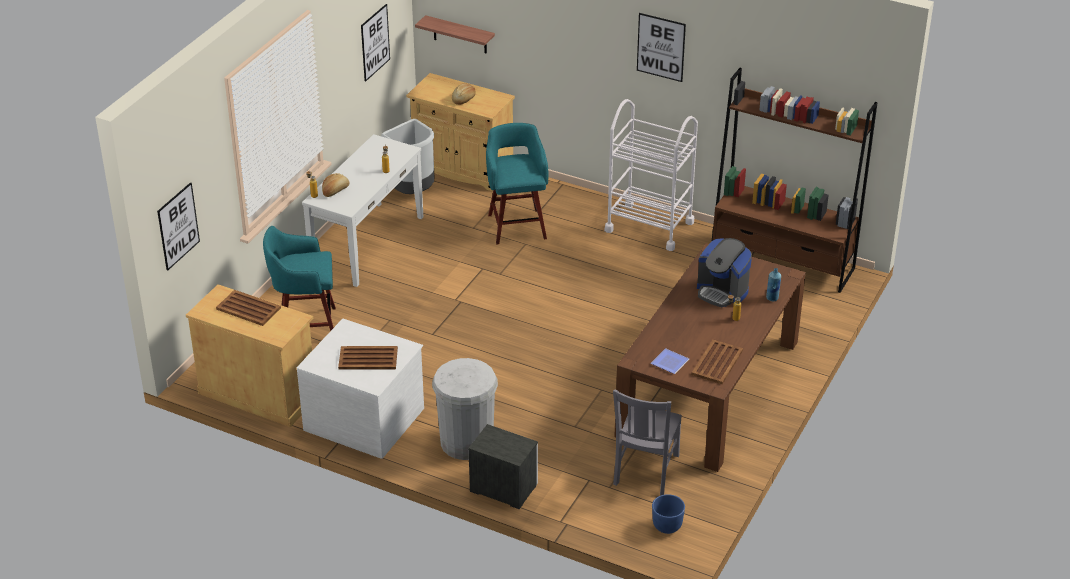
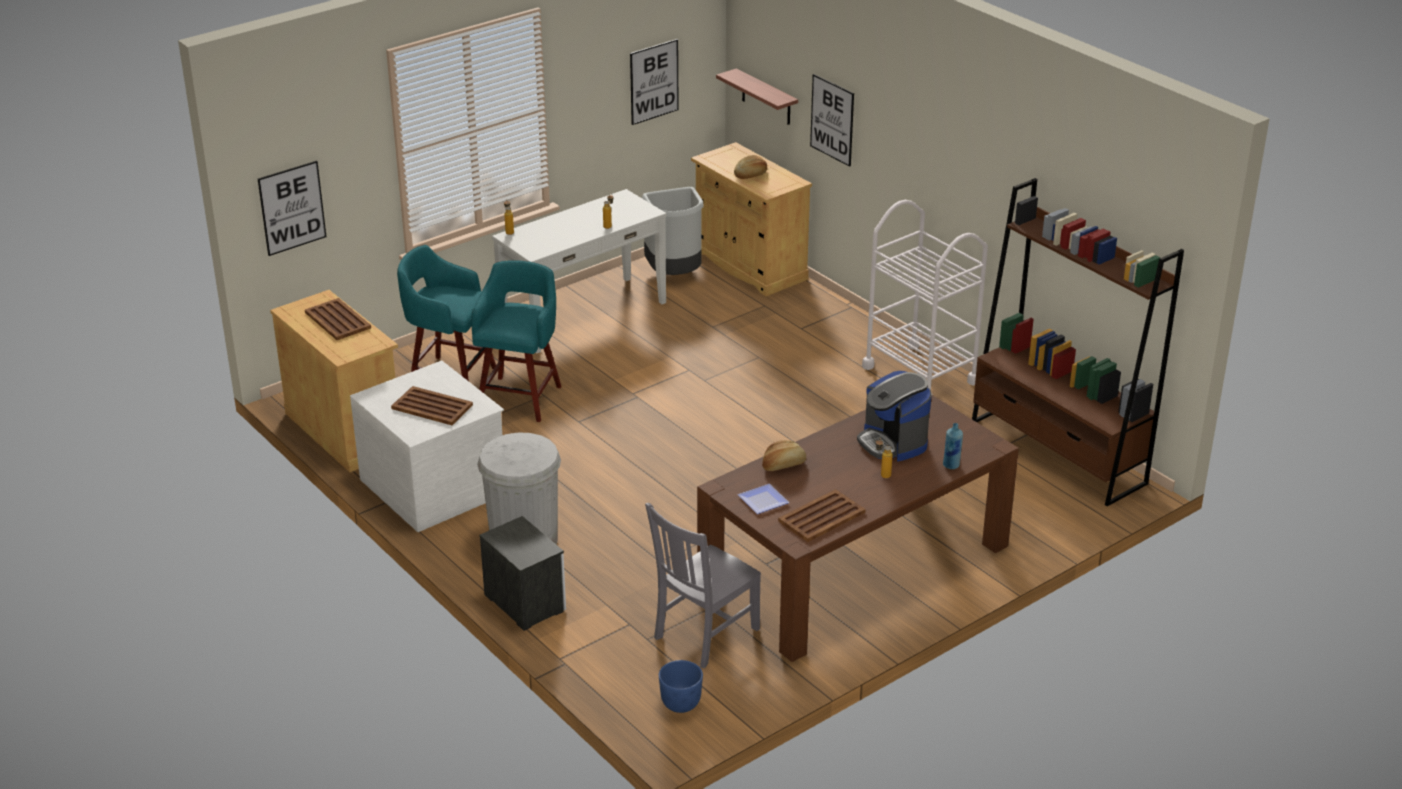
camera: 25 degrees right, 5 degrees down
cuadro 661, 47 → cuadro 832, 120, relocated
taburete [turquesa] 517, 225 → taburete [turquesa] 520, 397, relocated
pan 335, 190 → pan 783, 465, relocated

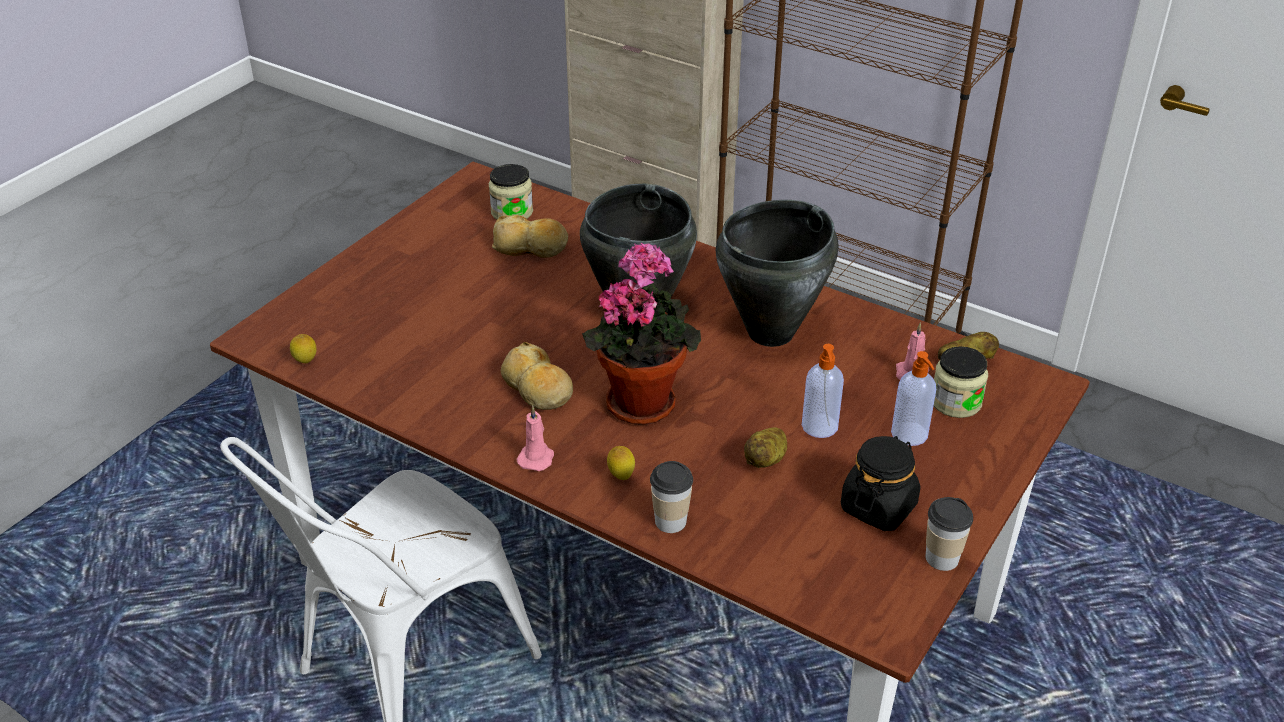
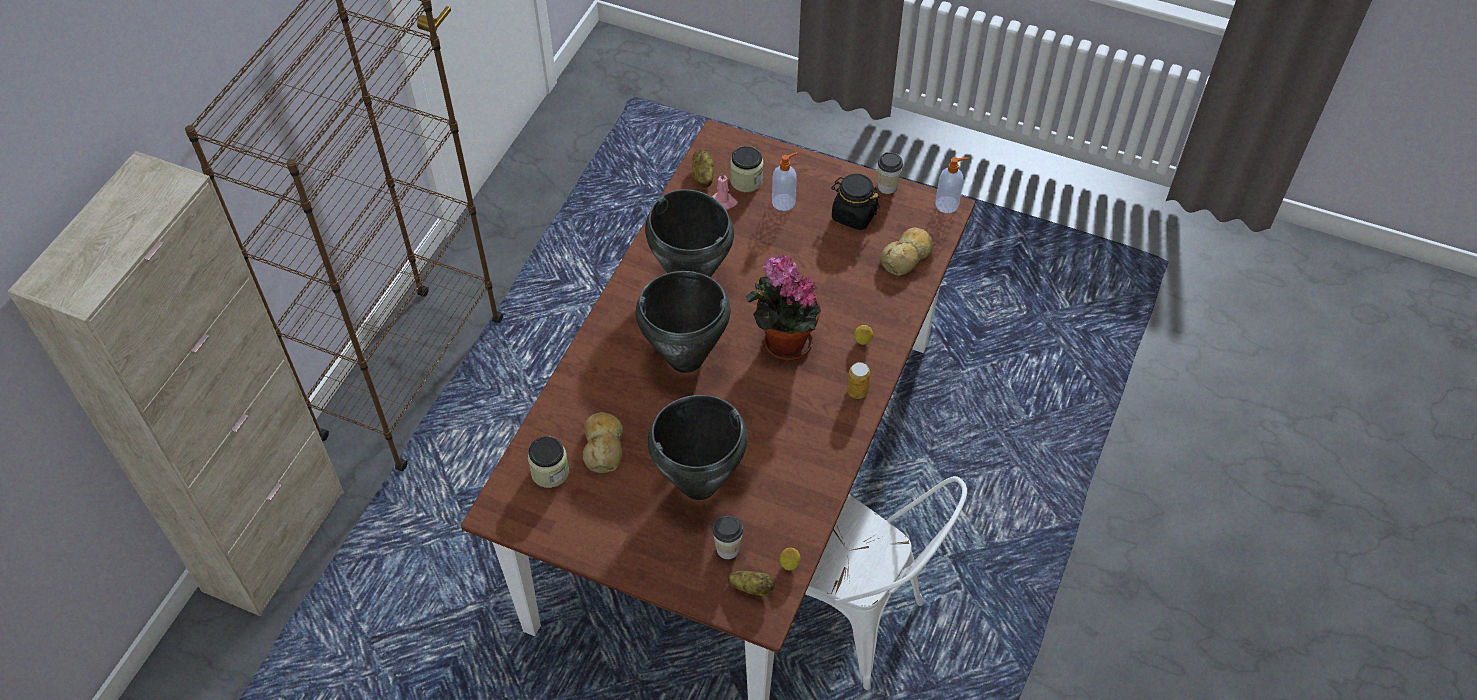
camera: 100 degrees left, 15 degrees up
pan 537, 388 → pan 907, 256, relocated
dispensador de jabón 820, 427 → dispensador de jabón 947, 204, relocated
vela [rosa] 536, 457 → lata 857, 391
patata 766, 460 → patata 751, 588, relocated
taza 670, 521 → taza 728, 549, relocated
- → olla [negro] 698, 484

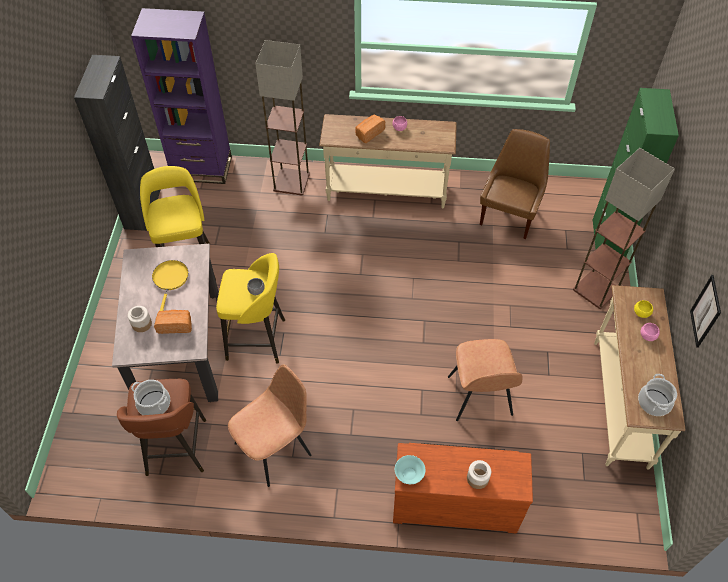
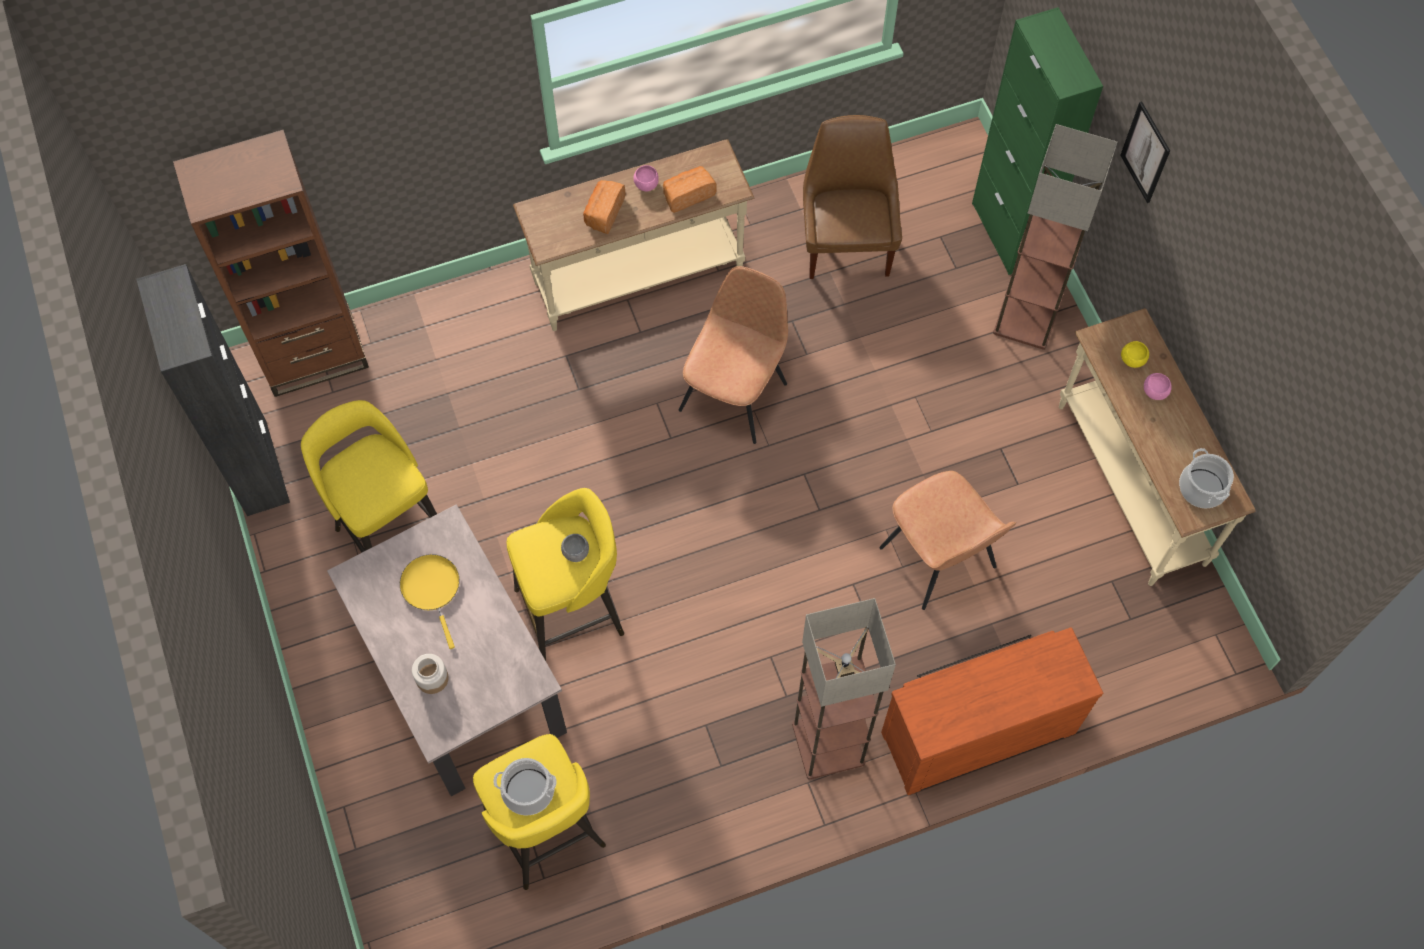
camera: 25 degrees left, 10 degrees up
estantería [morado] 202, 168 → estantería [marrón] 313, 355
lámpara de pie 291, 181 → lámpara de pie 826, 743, relocated
cuadro 705, 311 → cuadro 1145, 152, relocated
pan 175, 325 → pan 687, 194, relocated
silla [marrón] 274, 448 → silla [marrón] 734, 394, relocated
taburete [marrón] 176, 449 → taburete [amarillo] 546, 832
cuenco [turquesa] 409, 474 → -
tarro 477, 478 → -

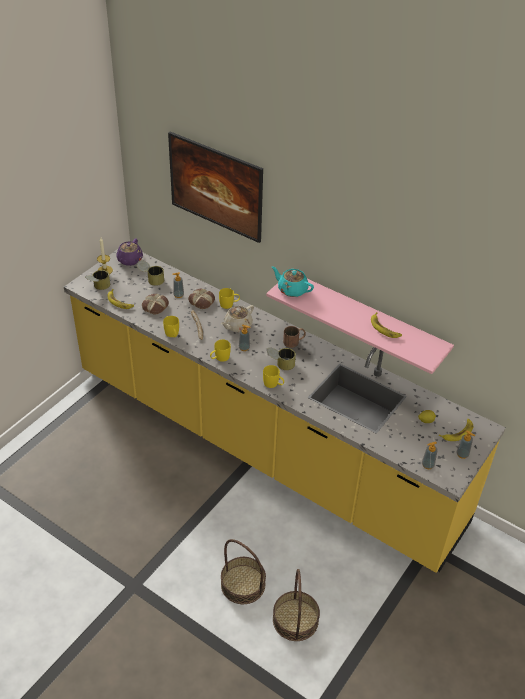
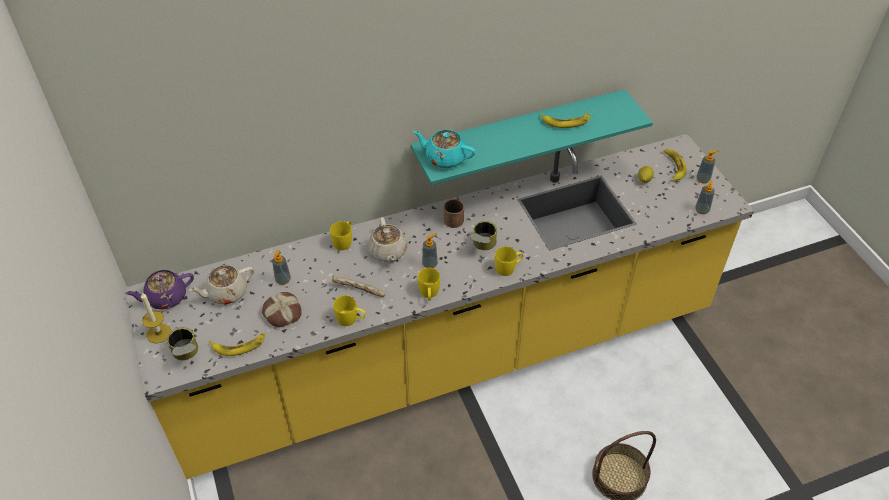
camera: 55 degrees left, 5 degrees up
cuadro 216, 204 → -
tetera [morado] 129, 260 → tetera [morado] 165, 298, 105 degrees clockwise
lata 151, 279 → tetera [beis] 226, 293
tetera [turquesa] 292, 290 → tetera [turquesa] 444, 158, 45 degrees clockwise
estante [rosa] 366, 322 → estante [turquesa] 519, 135
pan 202, 301 → -
cesta 295, 620 → -

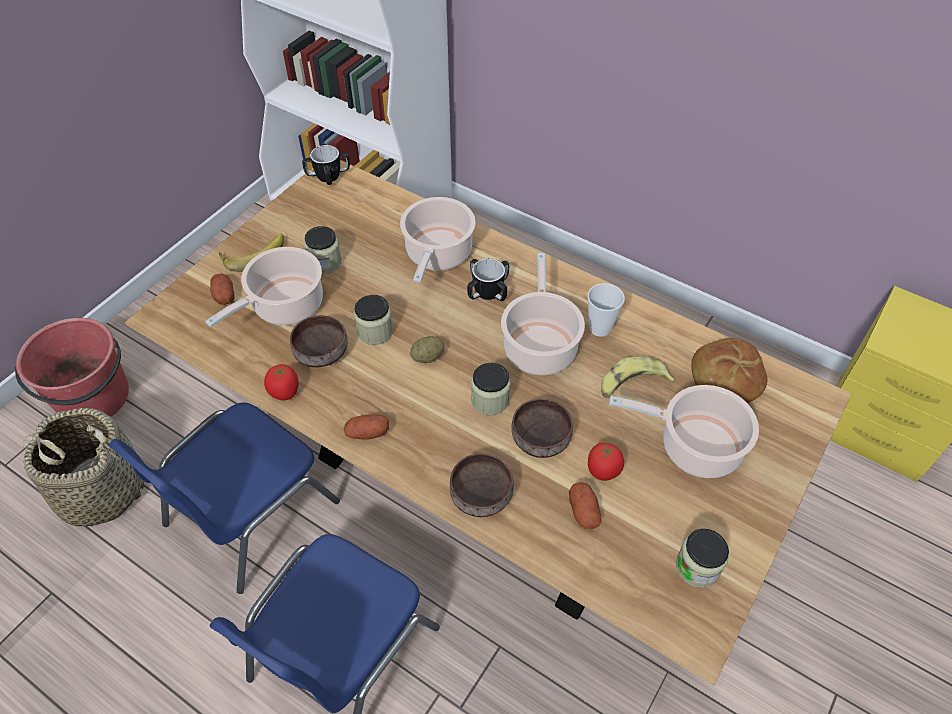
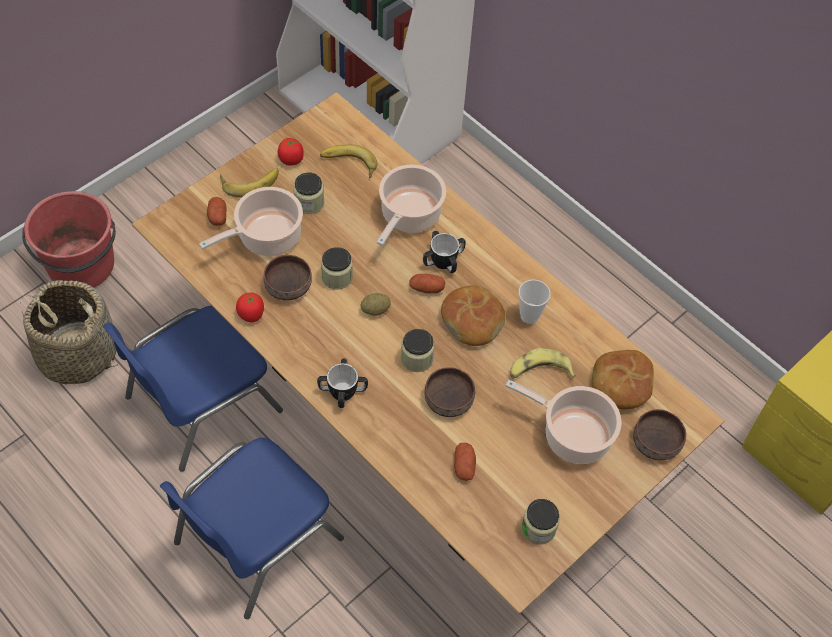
camera: 10 degrees right, 5 degrees up
taza grande 328, 176 → taza grande 342, 391, relocated
olla 540, 345 → pan 472, 320
patata 367, 433 → patata 426, 288, relocated
tomate 603, 470 → tomate 291, 160, relocated
cuenco [marrón] 479, 494 → cuenco [marrón] 655, 442, relocated
- → plátano 348, 165

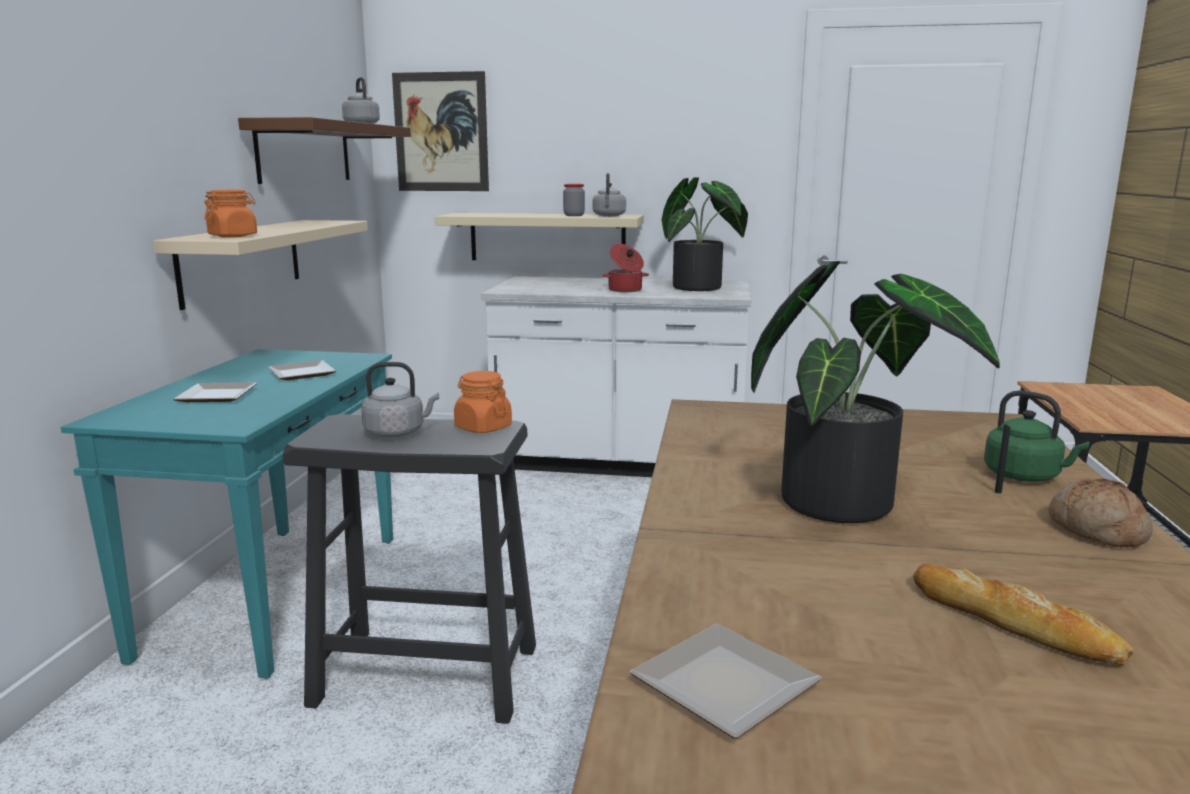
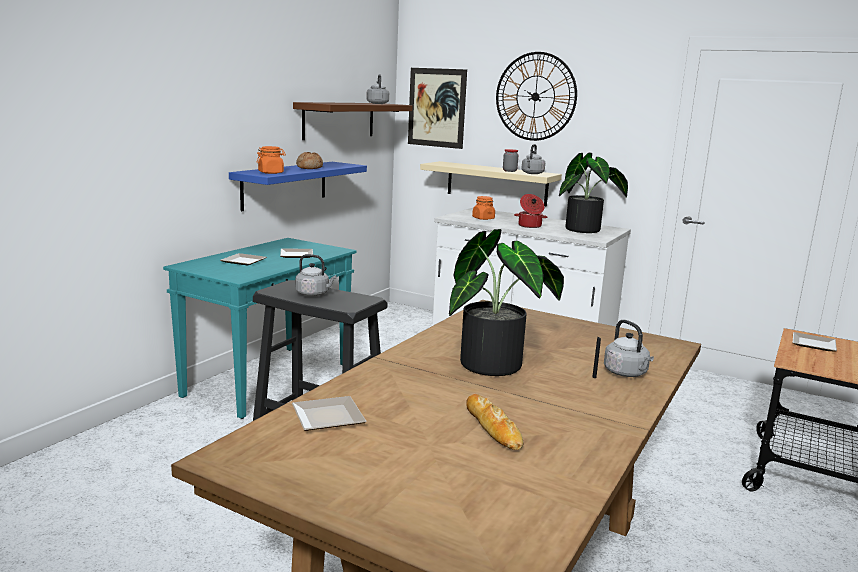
camera: 20 degrees right, 0 degrees up
estante [beis] 241, 260 → estante [azul] 285, 185
tarro [naranja] 483, 428 → tarro [naranja] 483, 218, relocated
hervidor [verde] 1025, 476 → hervidor [gris] 627, 373
pan 1095, 530 → pan 309, 167, relocated
- → reloj de pared 535, 96
- → plato 812, 344

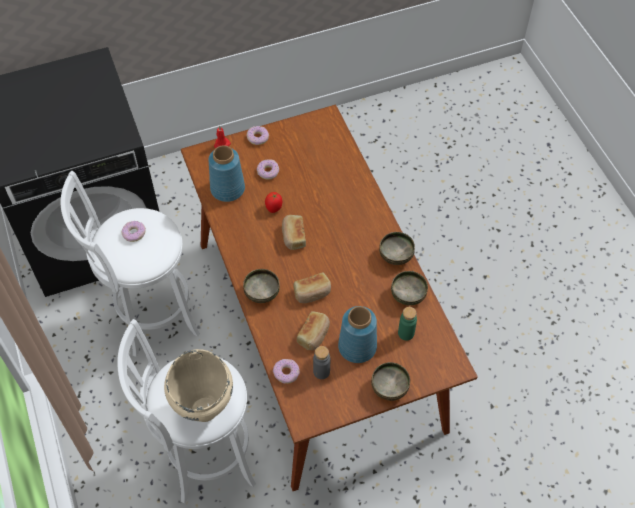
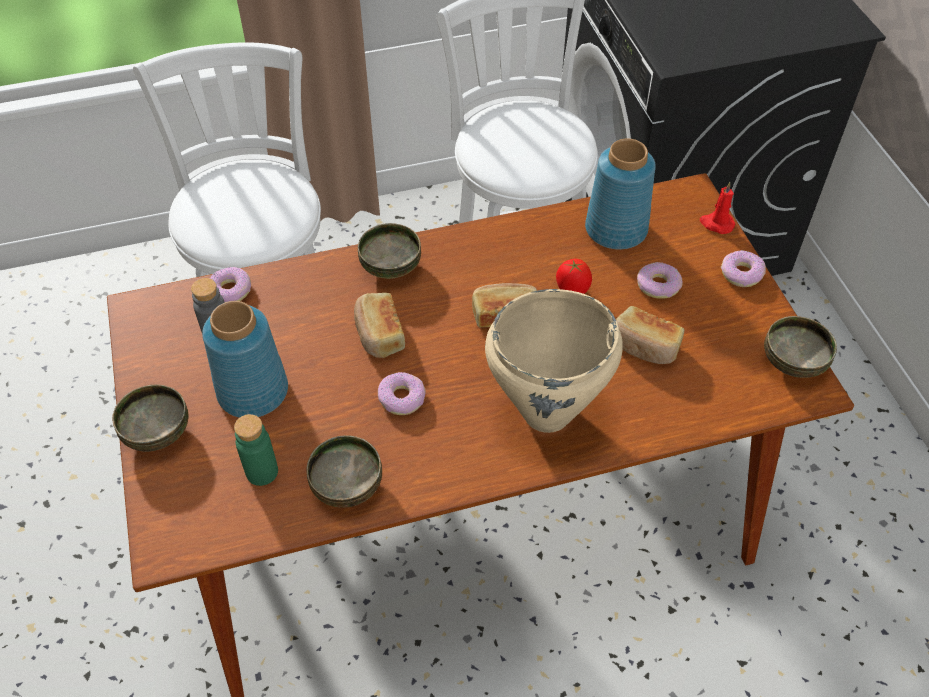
camera: 95 degrees right, 5 degrees down
rosquilla 134, 233 → rosquilla 402, 398, relocated
cuenco 396, 256 → cuenco 792, 363, relocated
pan 314, 335 → pan 645, 346, relocated
olla [beis] 205, 409 → olla [beis] 548, 413, relocated

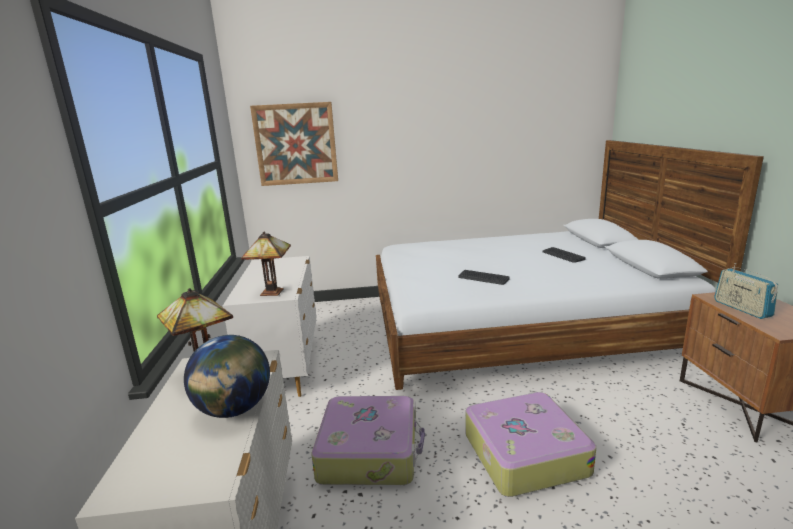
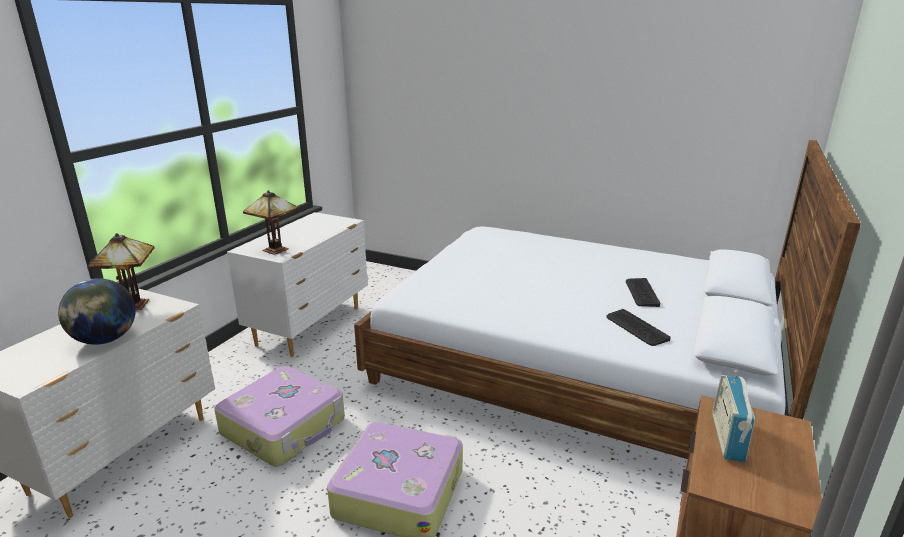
camera: 30 degrees right, 5 degrees up
cuadro 296, 144 → -
teclado 483, 278 → teclado 636, 328, relocated

